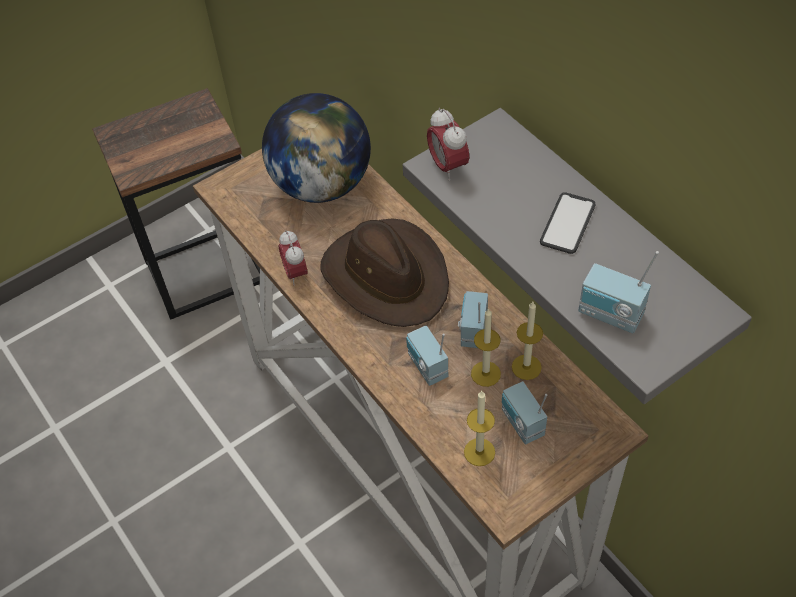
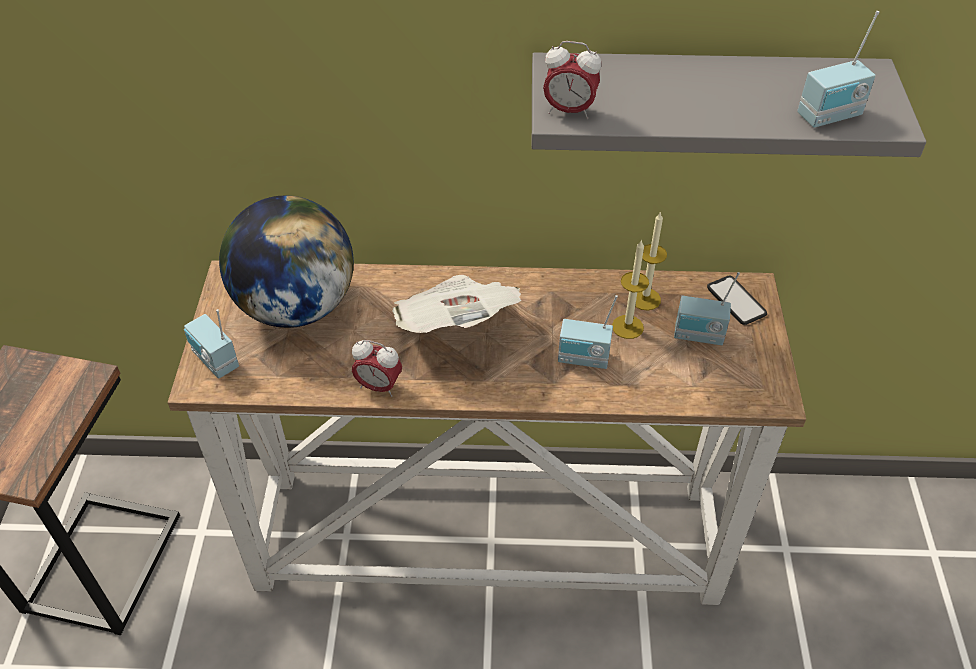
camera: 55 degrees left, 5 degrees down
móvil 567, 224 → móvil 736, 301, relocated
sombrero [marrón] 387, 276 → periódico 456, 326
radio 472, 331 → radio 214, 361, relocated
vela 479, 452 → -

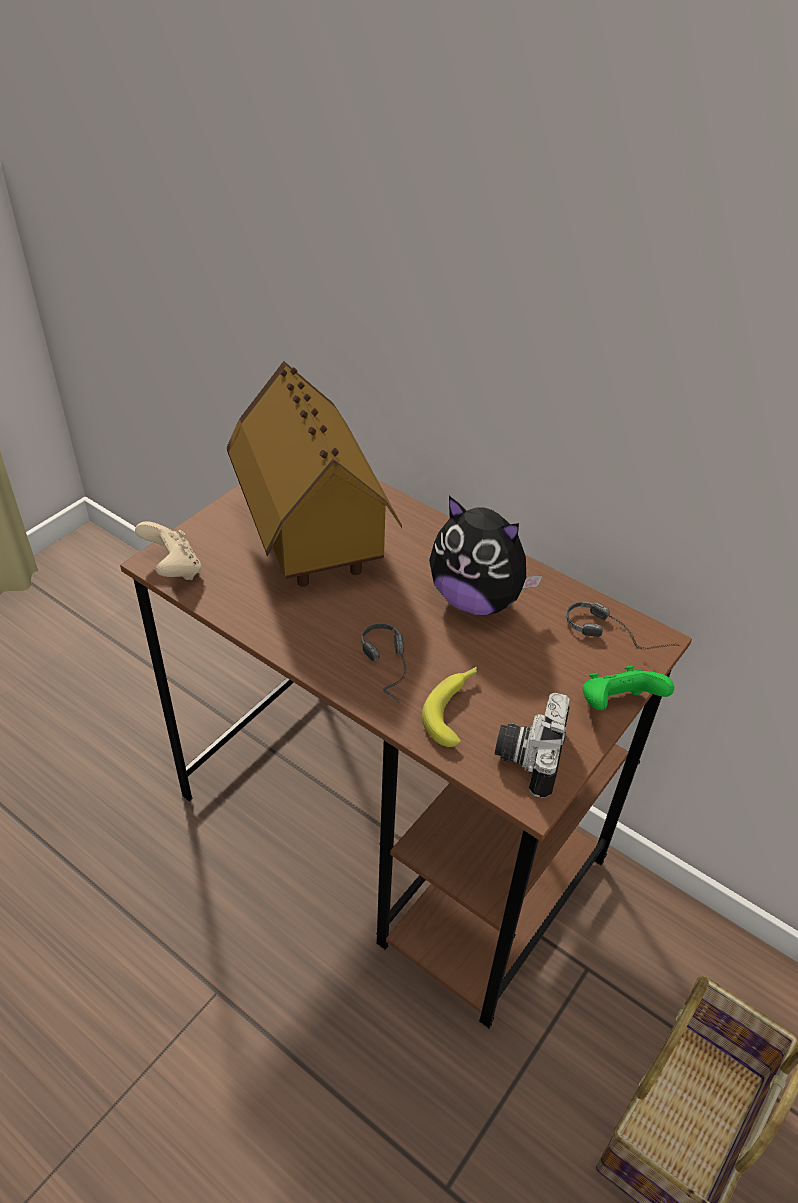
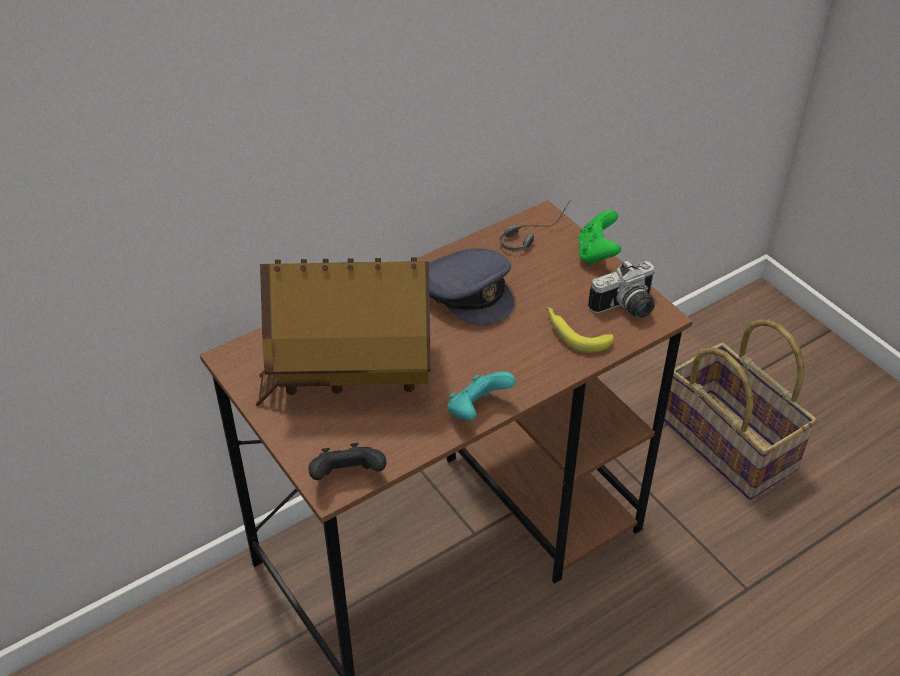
camera: 70 degrees left, 0 degrees up
peluche 476, 599 → gorra [gris] 467, 293
mando de consola [beis] 173, 569 → mando de consola [negro] 348, 477
auriculares 393, 673 → -
cámara 527, 755 → cámara 626, 308, 60 degrees counterclockwise
- → mando de consola [turquesa] 477, 410

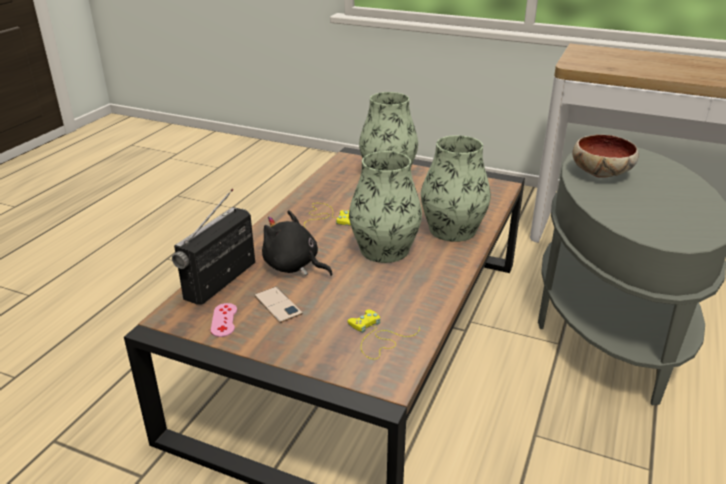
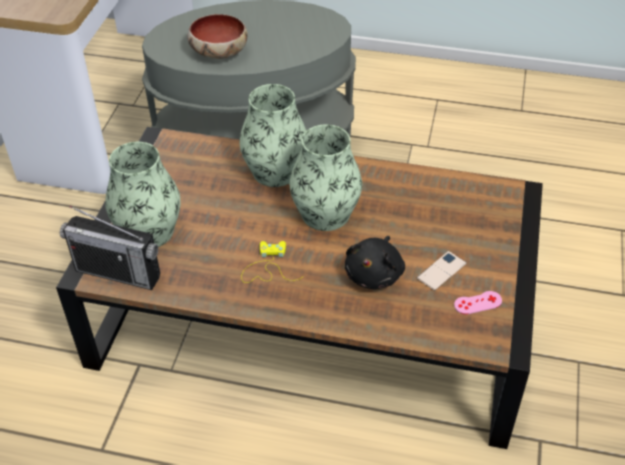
camera: 100 degrees left, 15 degrees up
radio 221, 280 → radio 118, 273, relocated
mando de consola [amarillo] 377, 337 → -

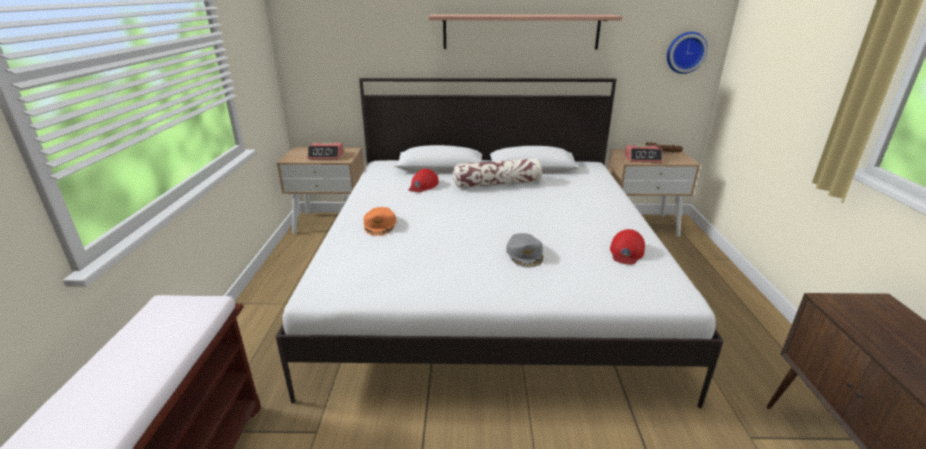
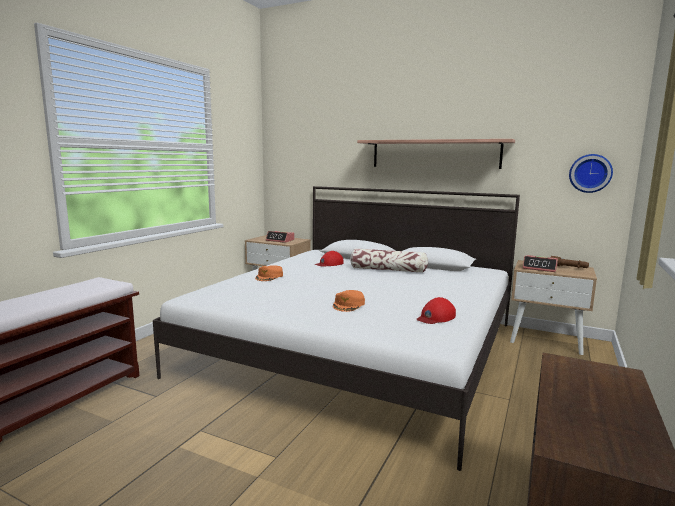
camera: 25 degrees right, 15 degrees down
gorra [gris] 525, 254 → gorra [naranja] 349, 305

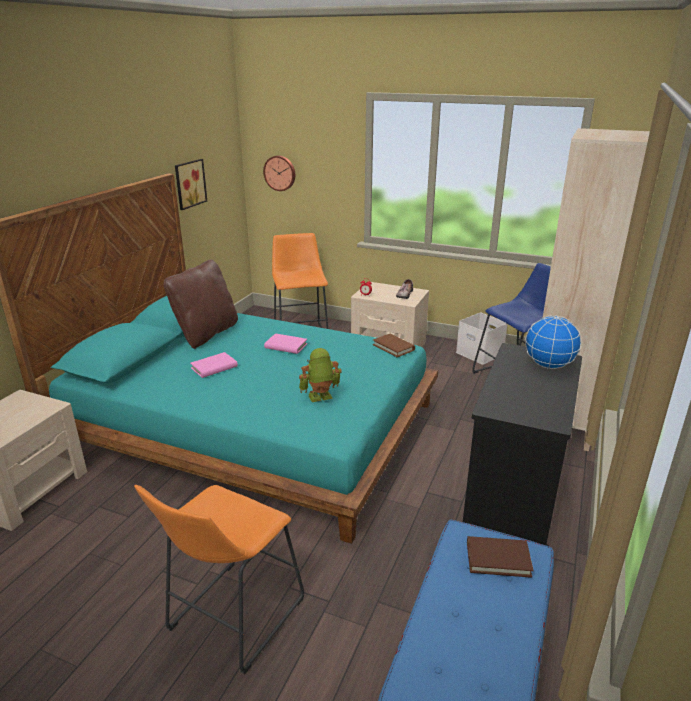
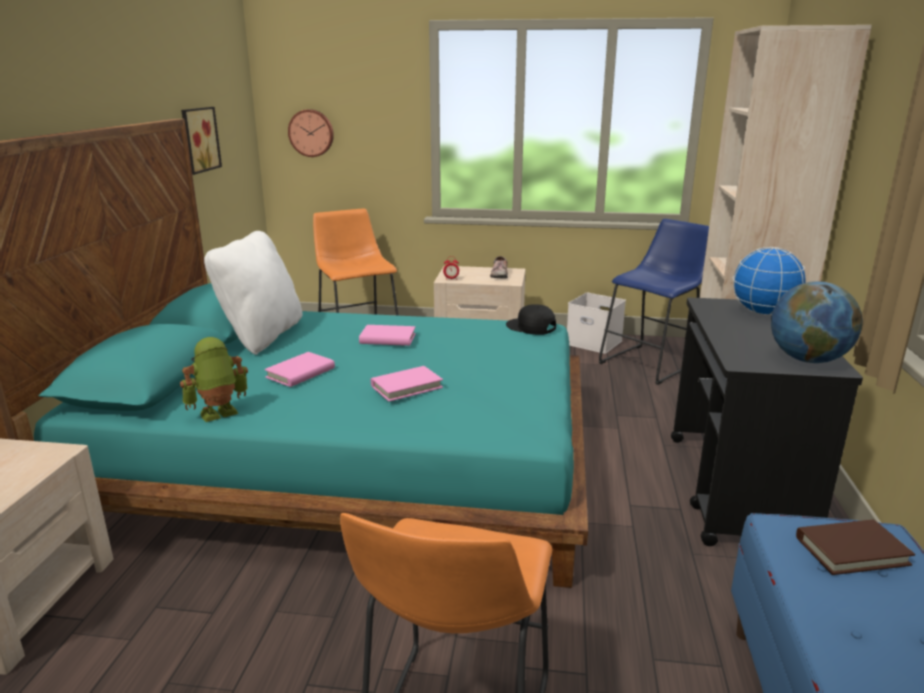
camera: 15 degrees left, 5 degrees down
cojín [marrón] 206, 334 → cojín [blanco] 262, 336
libro [marrón] 393, 347 → gorra [negro] 530, 327
robot de juguete 320, 397 → robot de juguete 219, 414, relocated
- → globo terráqueo 807, 360
- → libro [rosa] 406, 387

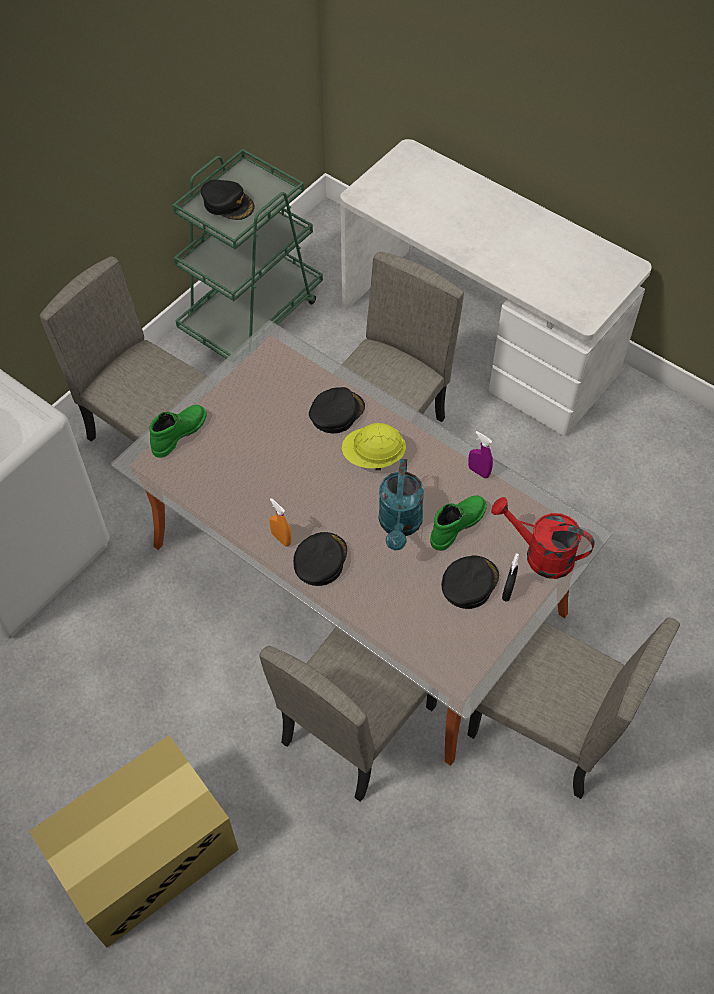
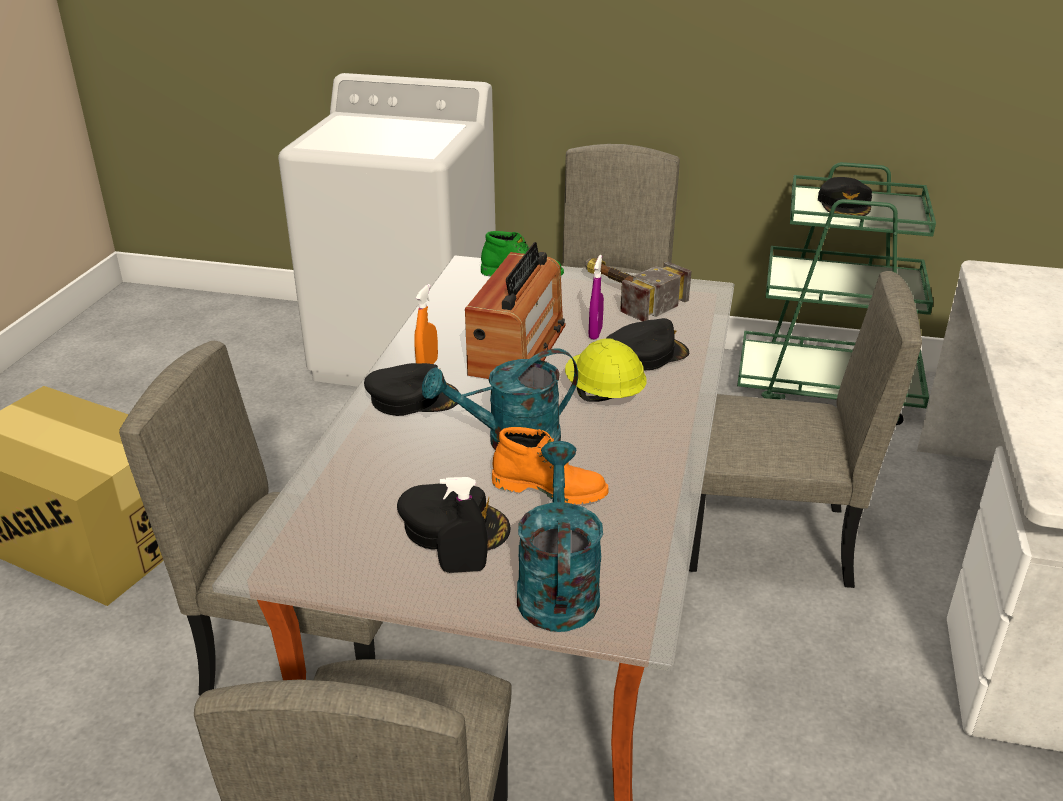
camera: 65 degrees right, 25 degrees down
gorra [negro] 336, 412 → gorra [negro] 646, 353, 45 degrees counterclockwise
pulverizador [morado] 478, 472 → pulverizador [morado] 595, 333, relocated
bota [verde] 456, 524 → bota [naranja] 550, 489
regadera [rojo] 540, 555 → regadera [turquesa] 557, 586
- → radio 517, 349
- → martillo 624, 293

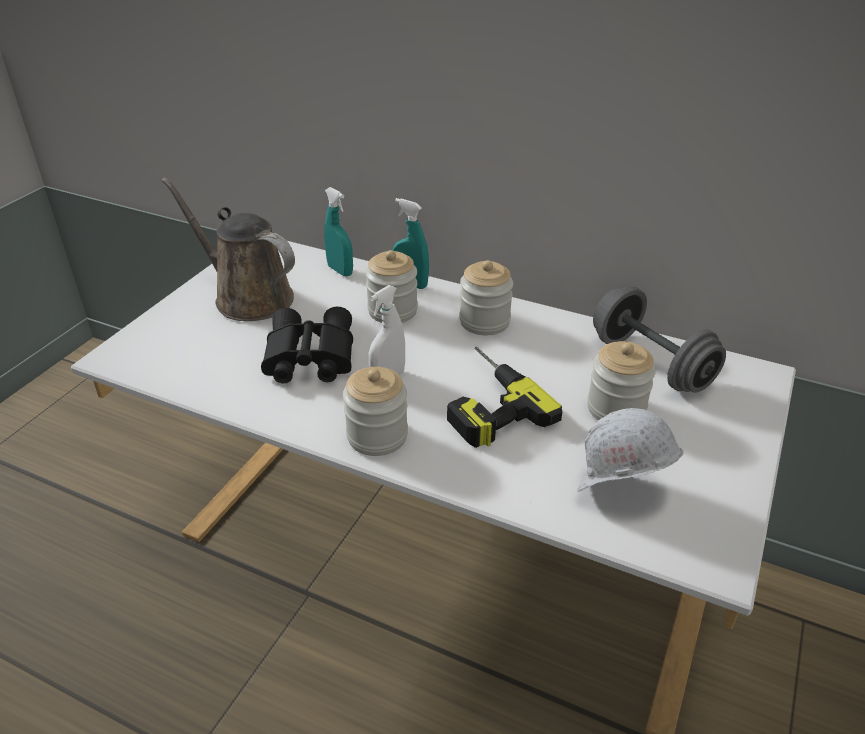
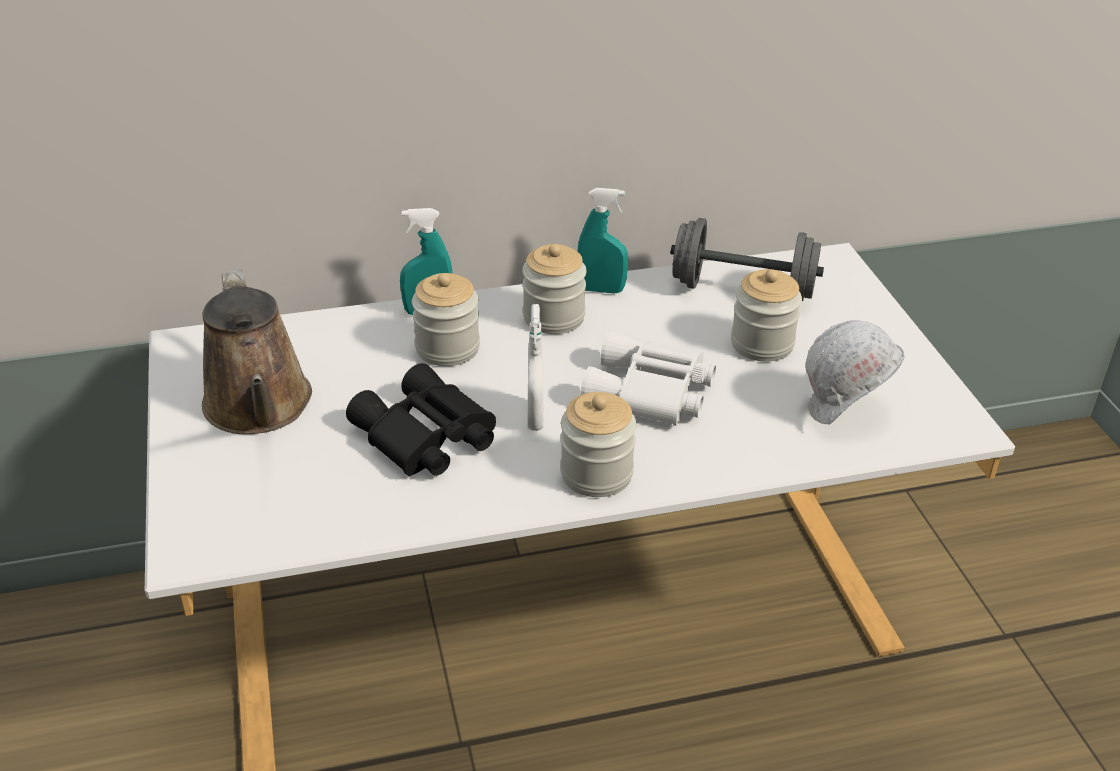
camera: 40 degrees left, 0 degrees up
regadera [marrón] 248, 297 → regadera [marrón] 259, 408, 105 degrees counterclockwise
pulverizador [turquesa] 340, 271 → pulverizador [turquesa] 601, 290, relocated
taladro 484, 402 → prismáticos [blanco] 650, 394

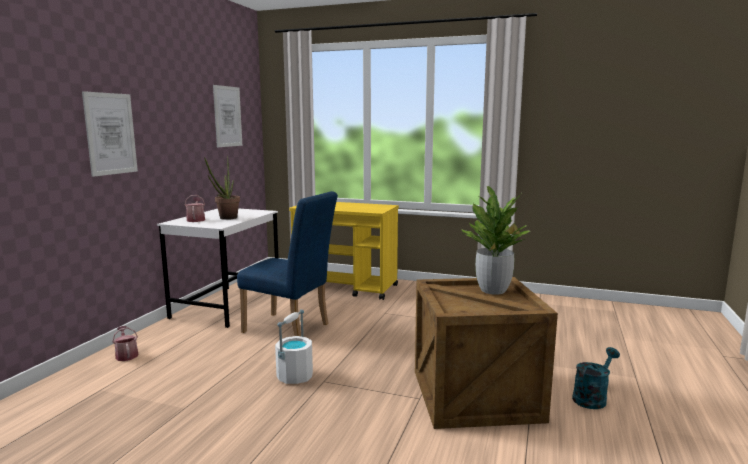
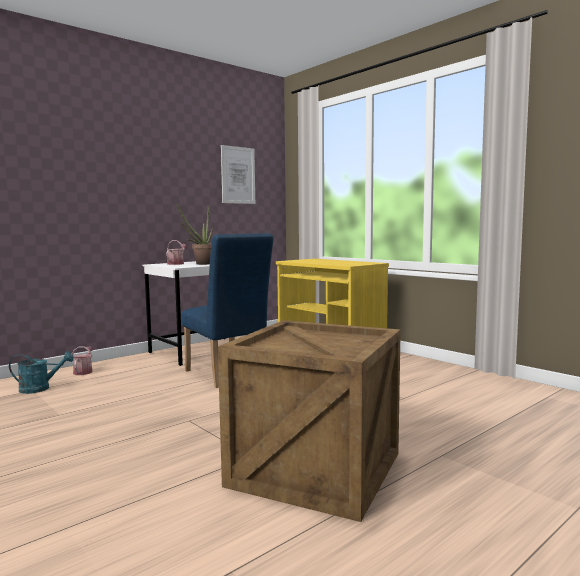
camera: 30 degrees right, 5 degrees down
cuadro 110, 134 → -
planta en maceta 493, 290 → -
cubo [blanco] 295, 376 → -
regadera [turquesa] 592, 397 → regadera [turquesa] 40, 388, relocated

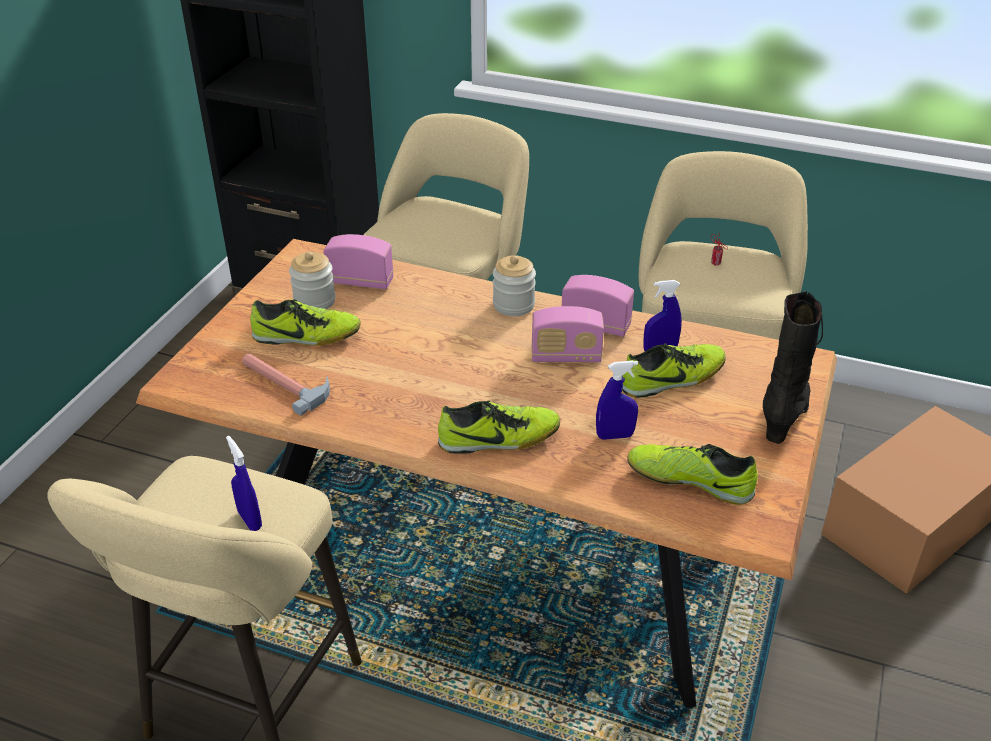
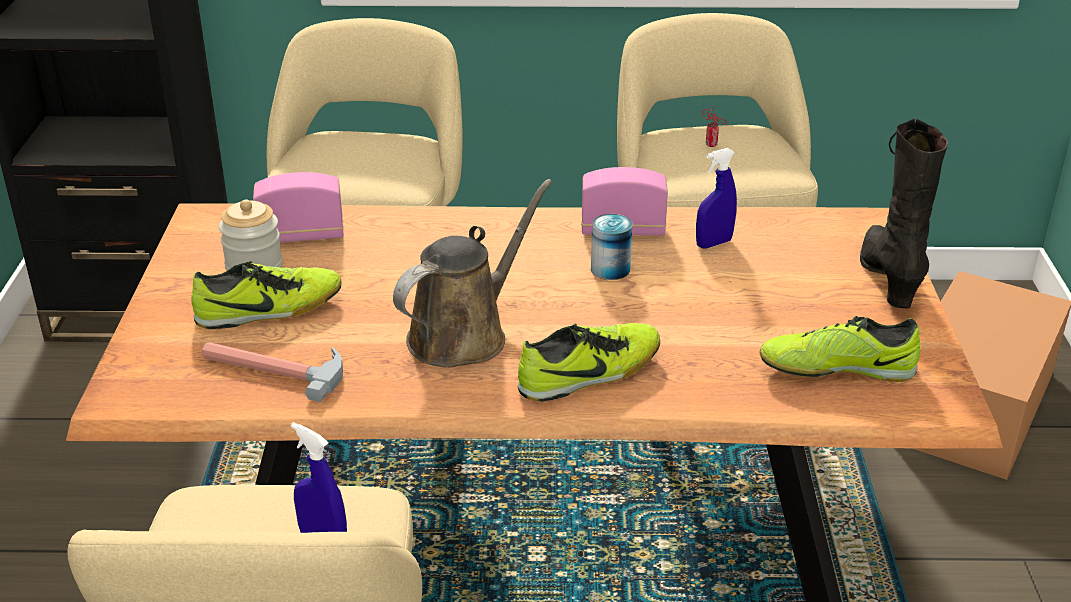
camera: 20 degrees left, 5 degrees down
tarro 513, 305 → -
radio 566, 356 → lata 610, 269
zapato 673, 379 → -
pulverizador [azul] 615, 436 → -
- → regadera [marrón] 464, 334

